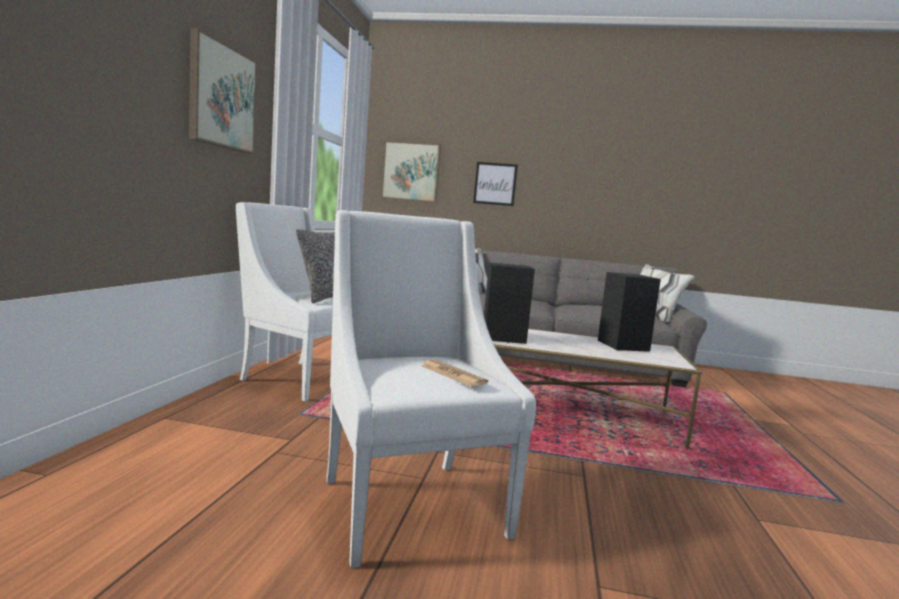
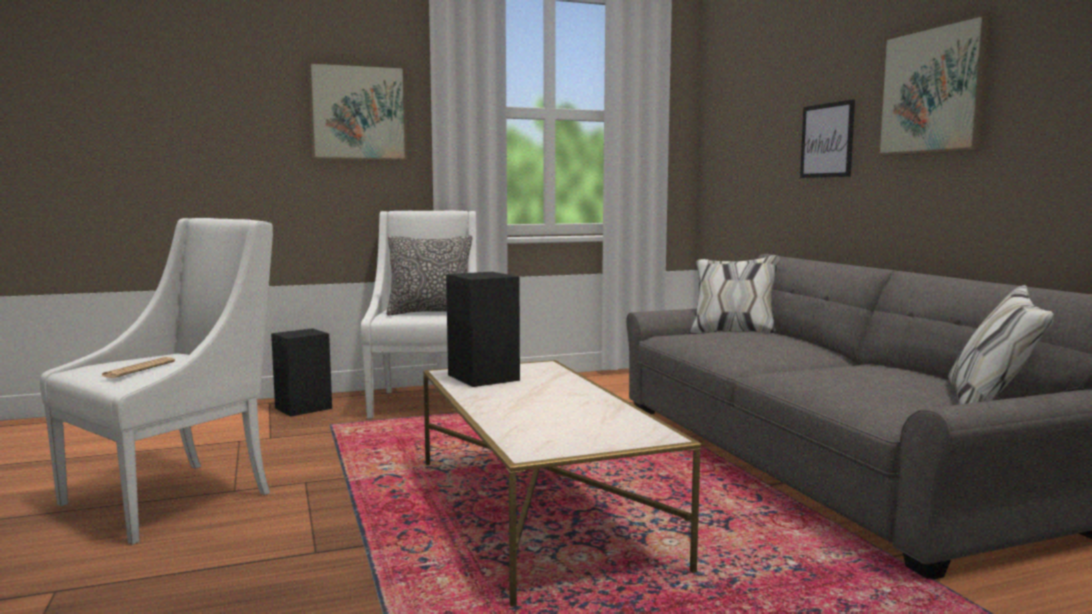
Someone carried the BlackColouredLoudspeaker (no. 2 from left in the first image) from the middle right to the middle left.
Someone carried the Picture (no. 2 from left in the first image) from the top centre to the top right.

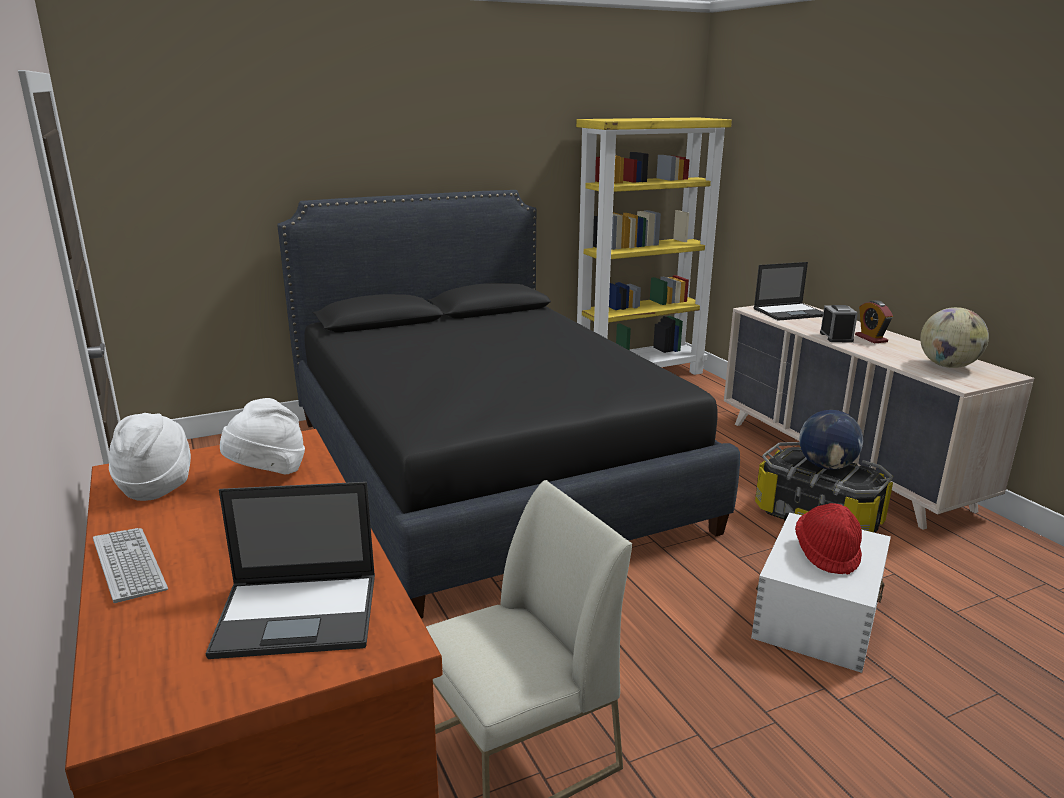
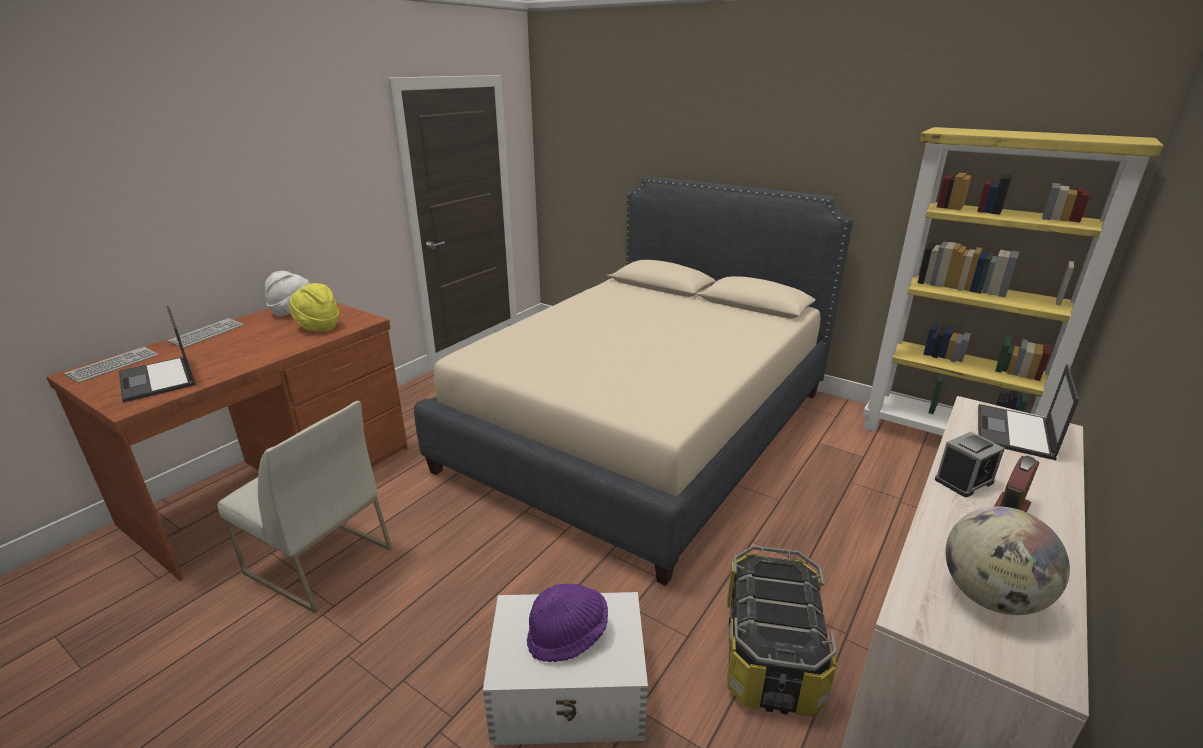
Someone put down the ComputerKeyboard (no. 1 from left) at the middle left.
Someone repainted the WhiteColouredClothingHat (no. 2 from left) at the middle left, which became the YellowClothingHat at the middle left.
Someone repainted the BlackColouredSleepingBed at the centre, which became the BeigeSleepingBed at the centre.
Someone repainted the RedColouredClothingHat at the bottom right, which became the PurpleClothingHat at the bottom centre.
Someone rotated the Laptop (no. 2 from left) at the middle right by 75 degrees clockwise.
Someone took away the DeskGlobe (no. 1 from left) at the middle right.

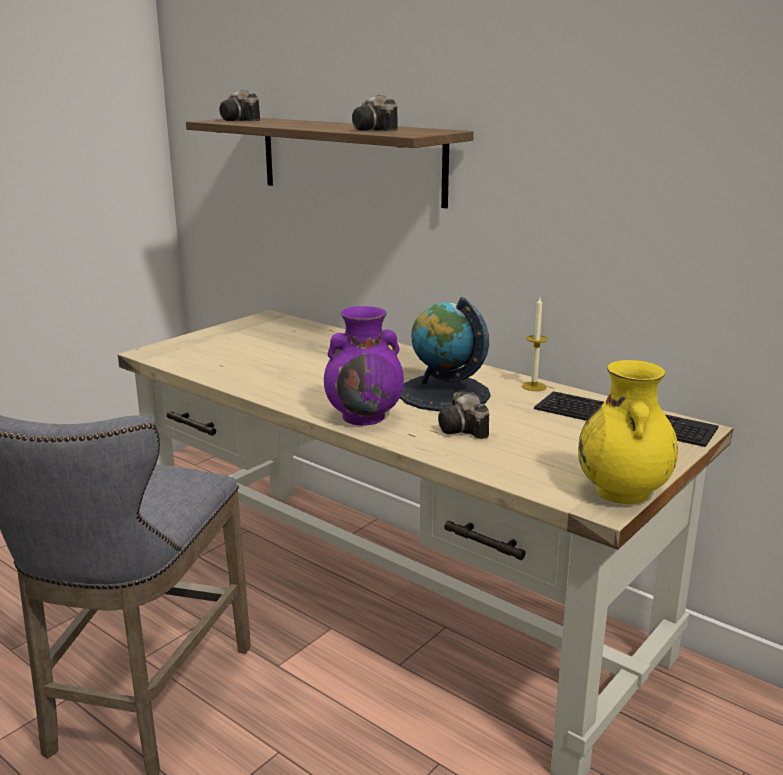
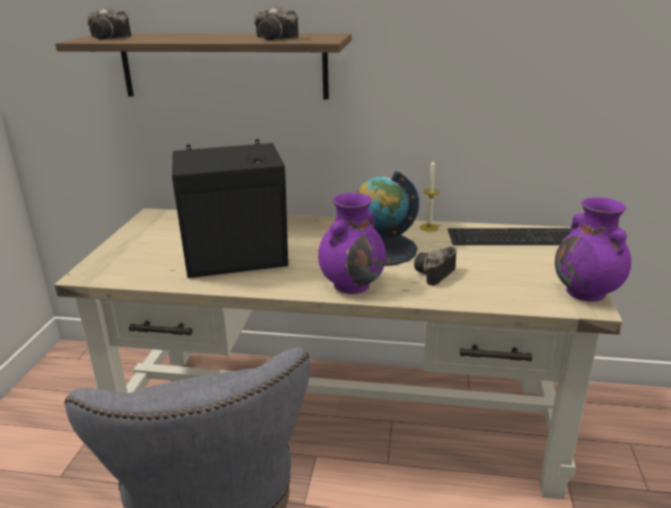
Someone put down the BlackColouredLoudspeaker at the centre.
Someone rotated the StillCamera (no. 3 from left) at the centre by 90 degrees clockwise.
Someone repainted the YellowVase at the middle right, which became the PurpleVase (no. 2 from left) at the middle right.

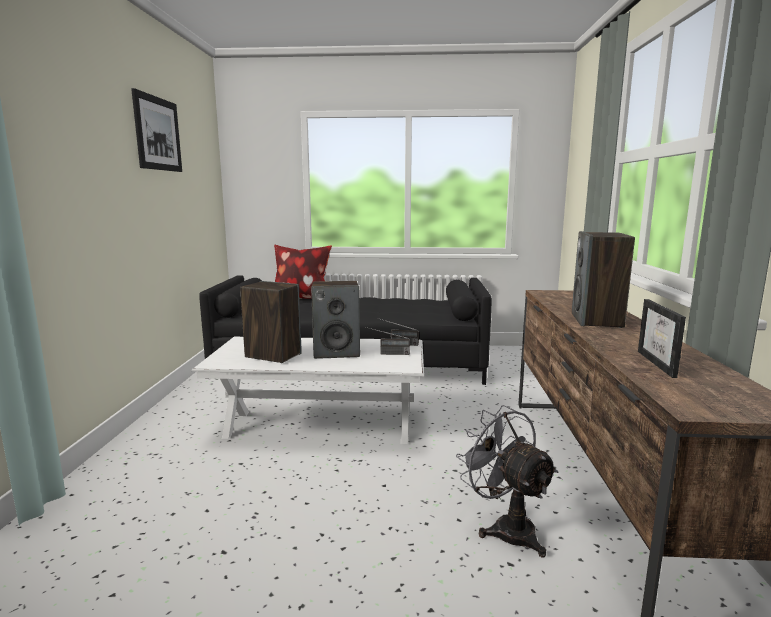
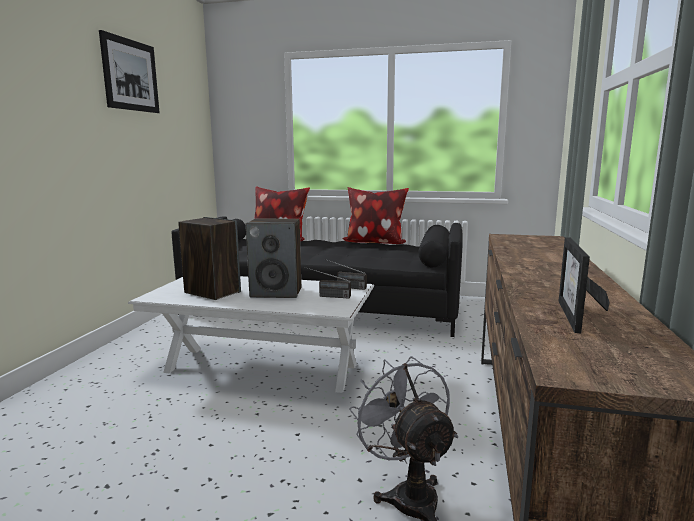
Someone put down the Pillow (no. 2 from left) at the centre.
Someone took away the Loudspeaker (no. 3 from left) at the middle right.

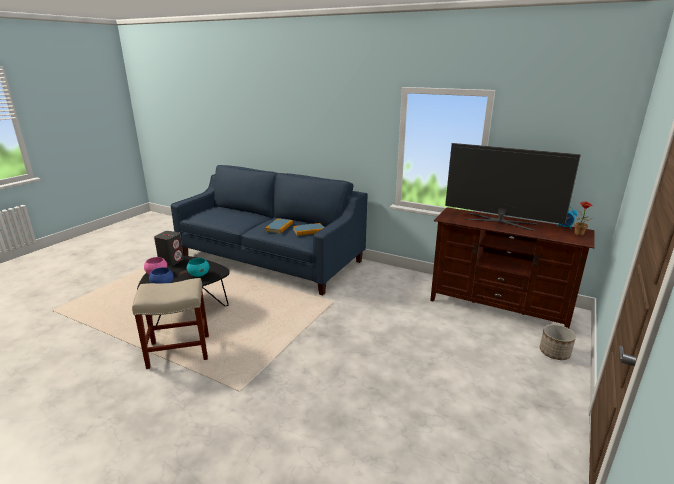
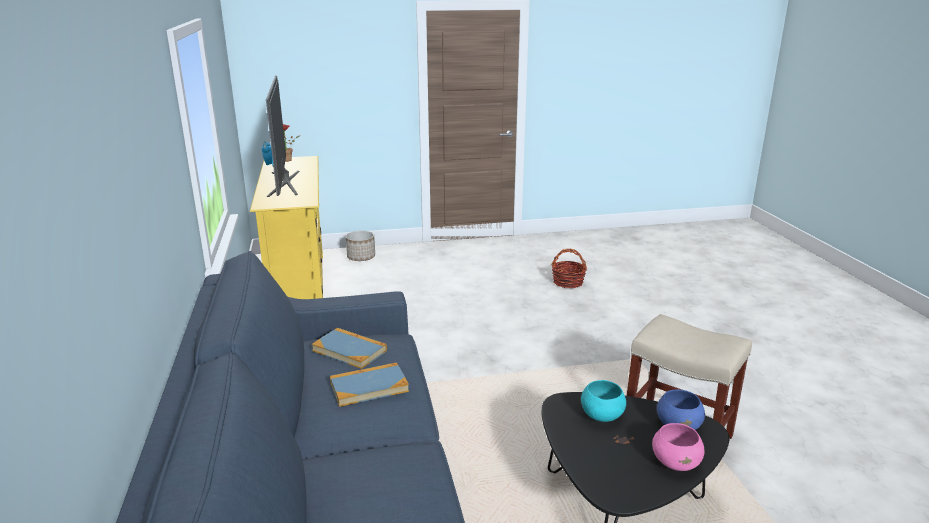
Someone repainted the BrownishMediaConsole at the middle right, which became the YellowMediaConsole at the middle left.
Someone put down the Basket at the centre.
Someone took away the GreyLoudspeaker at the middle left.

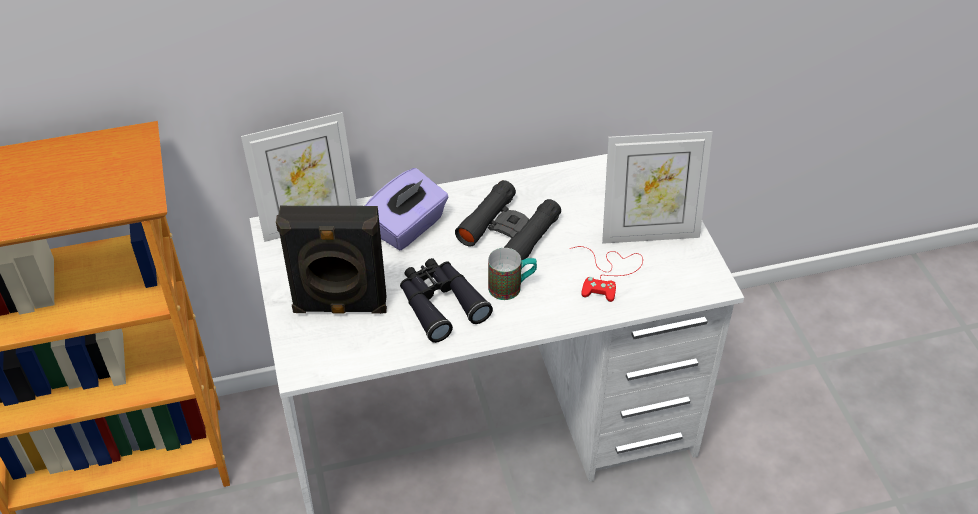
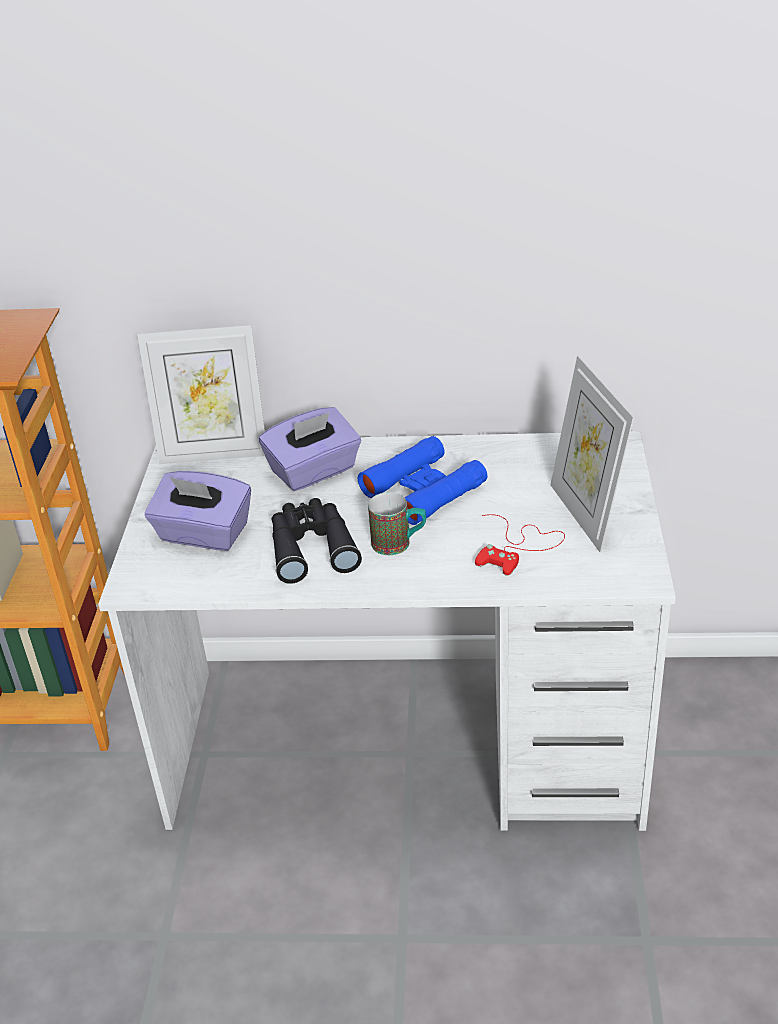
Someone swapped the BlackColouredLoudspeaker at the centre for the PurpleTissueBox (no. 1 from left) at the middle left.
Someone repainted the BlackColouredFieldGlasses (no. 2 from left) at the centre, which became the BluishFieldGlasses at the centre.
Someone rotated the PhotoFrame (no. 2 from left) at the middle right by 60 degrees clockwise.

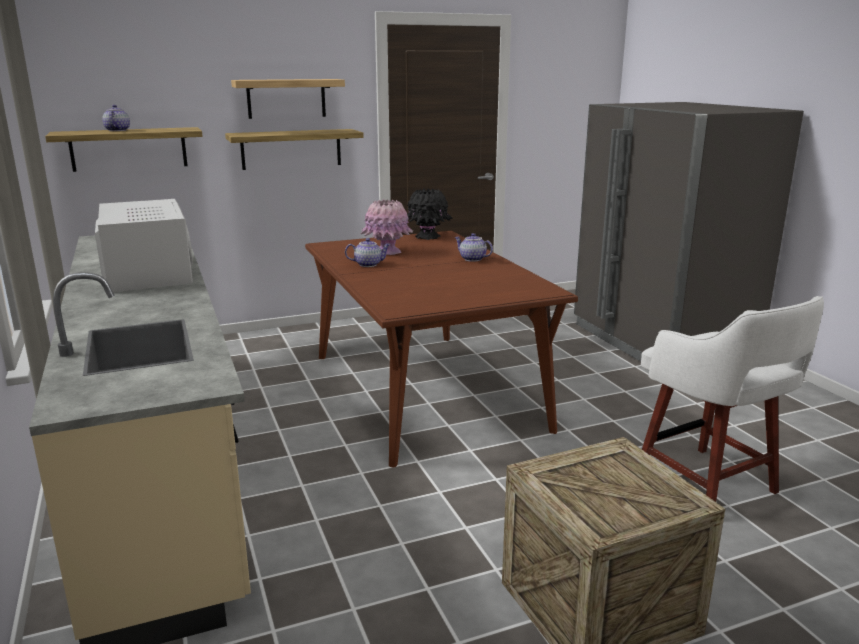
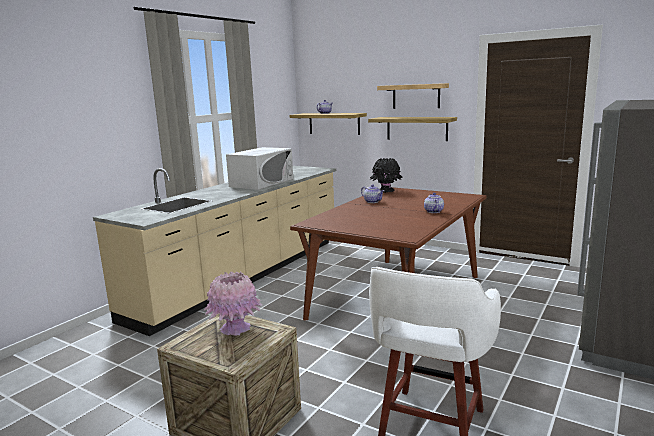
Someone carried the PinkColouredVase from the centre to the bottom centre.
Someone carried the BlackColouredVase from the top centre to the centre.

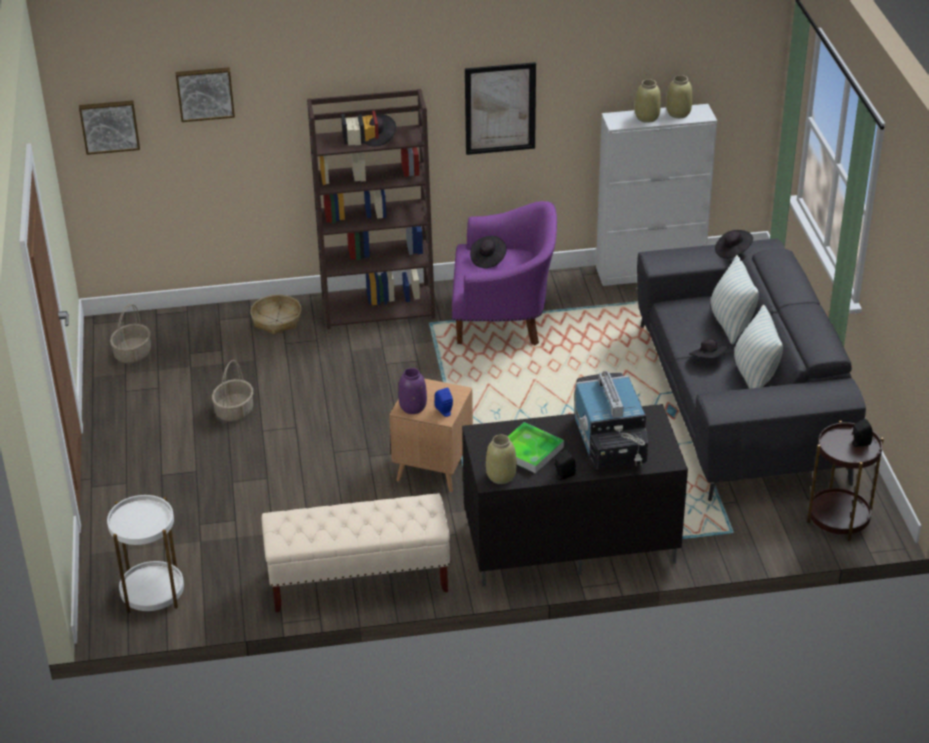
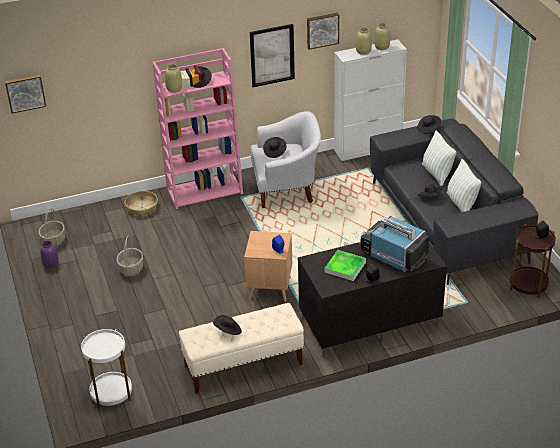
Someone carried the PurpleVase from the centre to the middle left.
Someone repainted the BrownishShelvingUnit at the top centre, which became the PinkColouredShelvingUnit at the top centre.
Someone carried the BeigeVase (no. 1 from left) from the centre to the top left.
Someone put down the BlackColouredClothingHat (no. 2 from left) at the bottom centre.
Someone repainted the PurpleLoungeChair at the centre, which became the WhiteColouredLoungeChair at the centre.
Someone carried the Picture (no. 2 from left in the first image) from the top left to the top centre.
Someone rotated the Tv at the centre by 150 degrees clockwise.

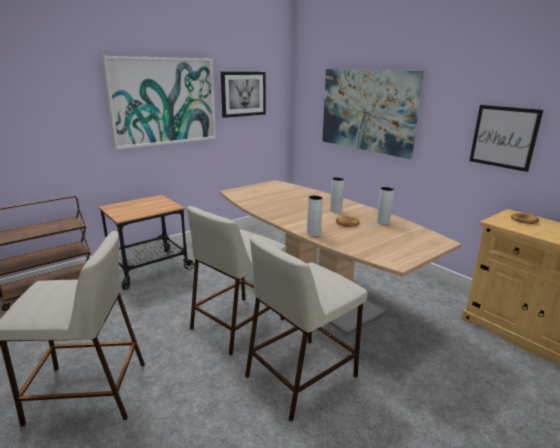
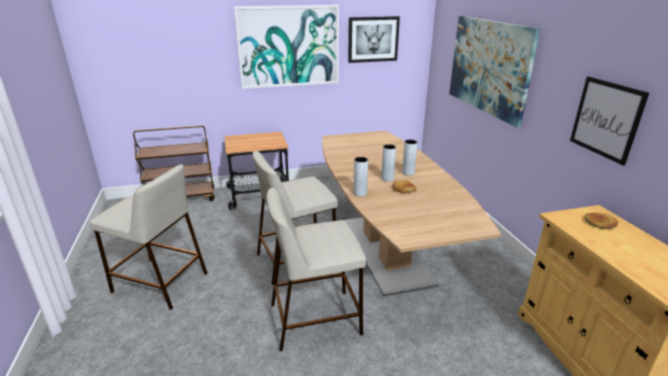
Someone carried the GreyVase (no. 3 from left in the first image) from the middle right to the centre.

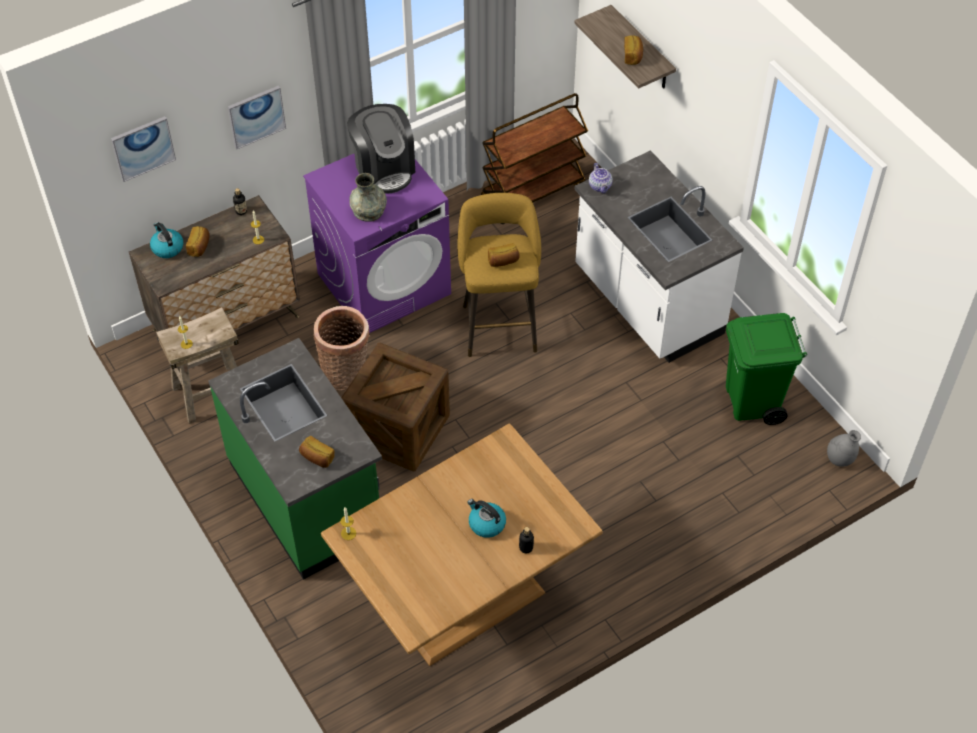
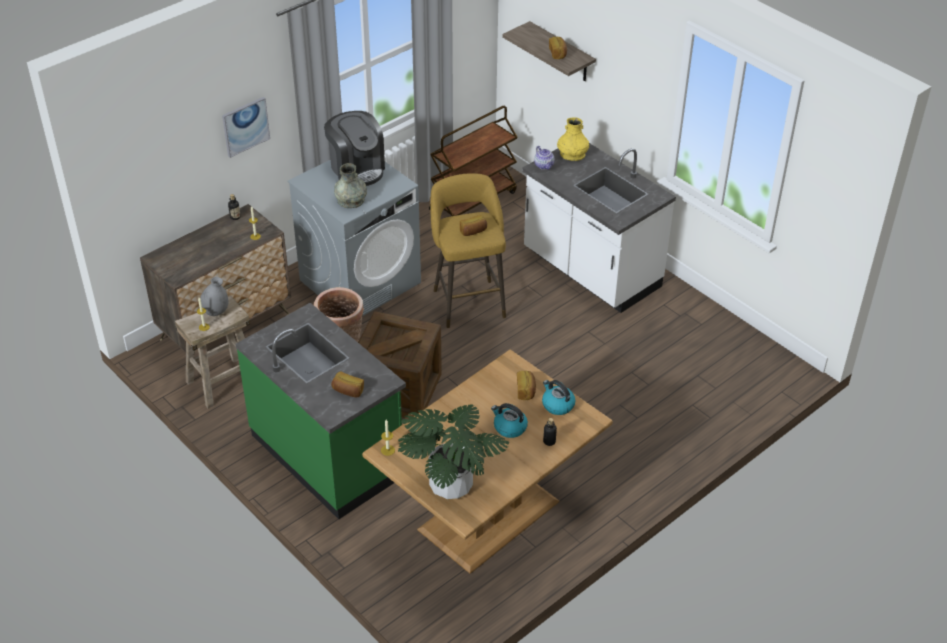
Someone carried the GreyVase (no. 2 from left in the first image) from the middle right to the middle left.
Someone repainted the PurpleLaundryAppliance at the top centre, which became the GreyLaundryAppliance at the centre.
Someone put down the PottedPlant at the bottom centre.
Someone carried the BakeryBread (no. 1 from left in the first image) from the top left to the centre.
Someone carried the TeaKettle (no. 1 from left in the first image) from the top left to the centre.
Someone put down the YellowVase at the top centre.
Someone took away the Picture (no. 1 from left) at the top left.
Someone took away the GreenishRubbishBin at the middle right.

